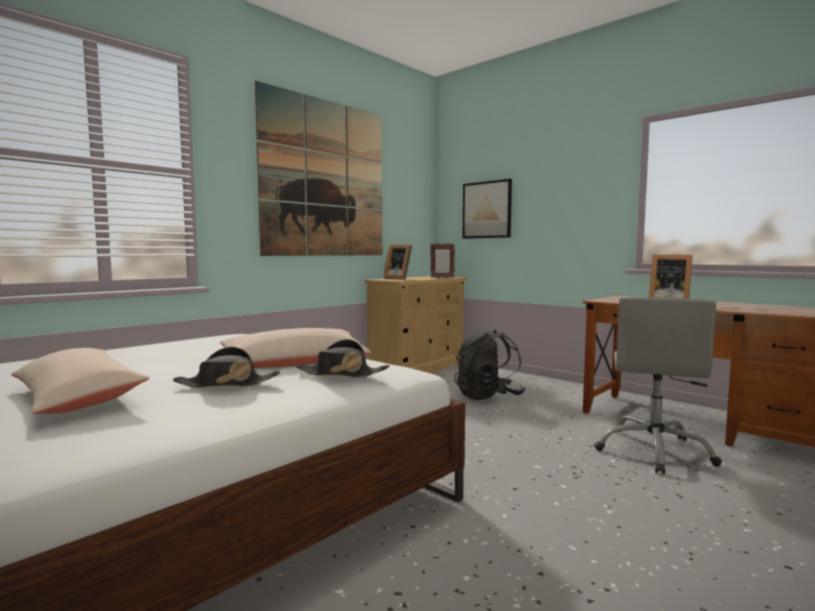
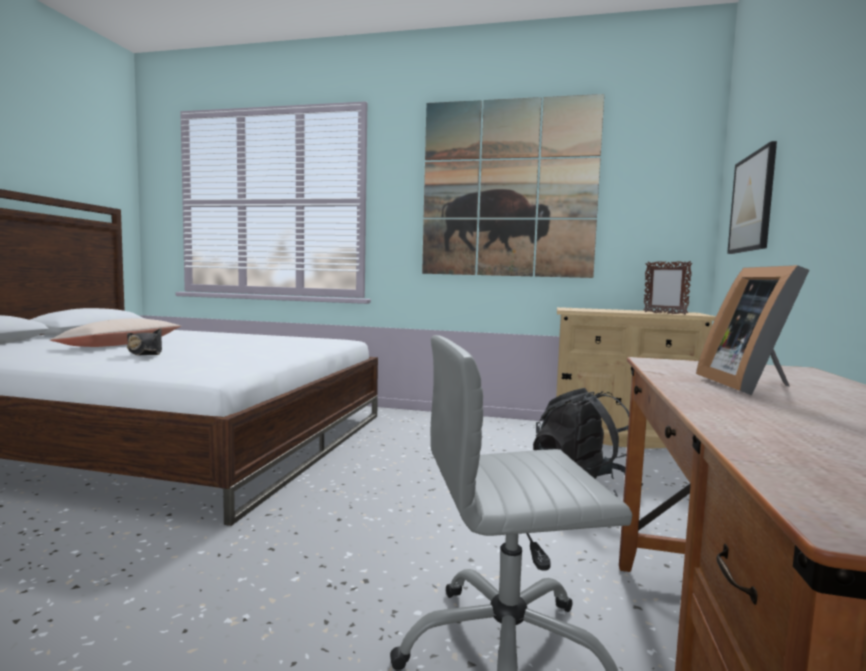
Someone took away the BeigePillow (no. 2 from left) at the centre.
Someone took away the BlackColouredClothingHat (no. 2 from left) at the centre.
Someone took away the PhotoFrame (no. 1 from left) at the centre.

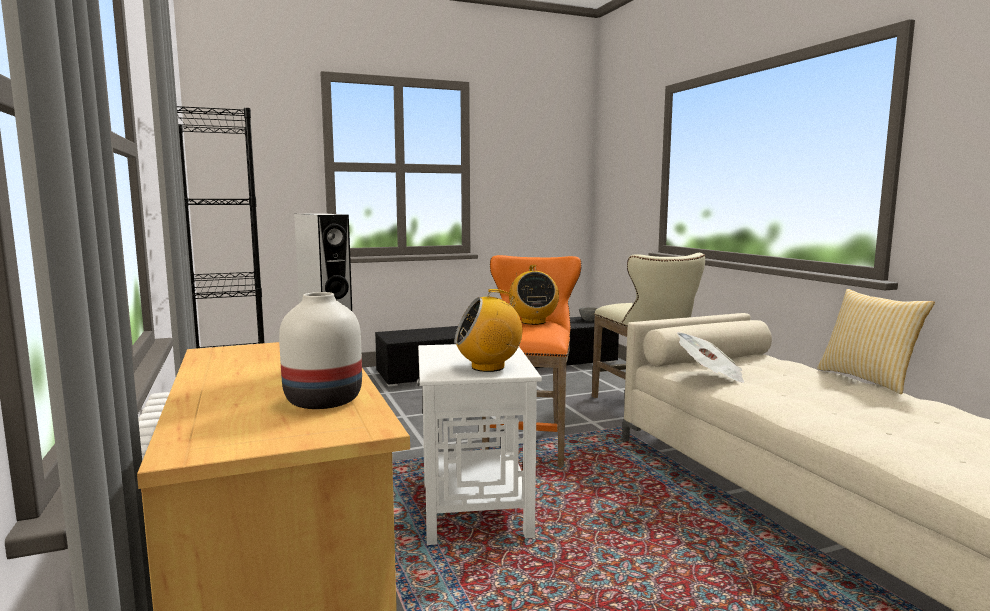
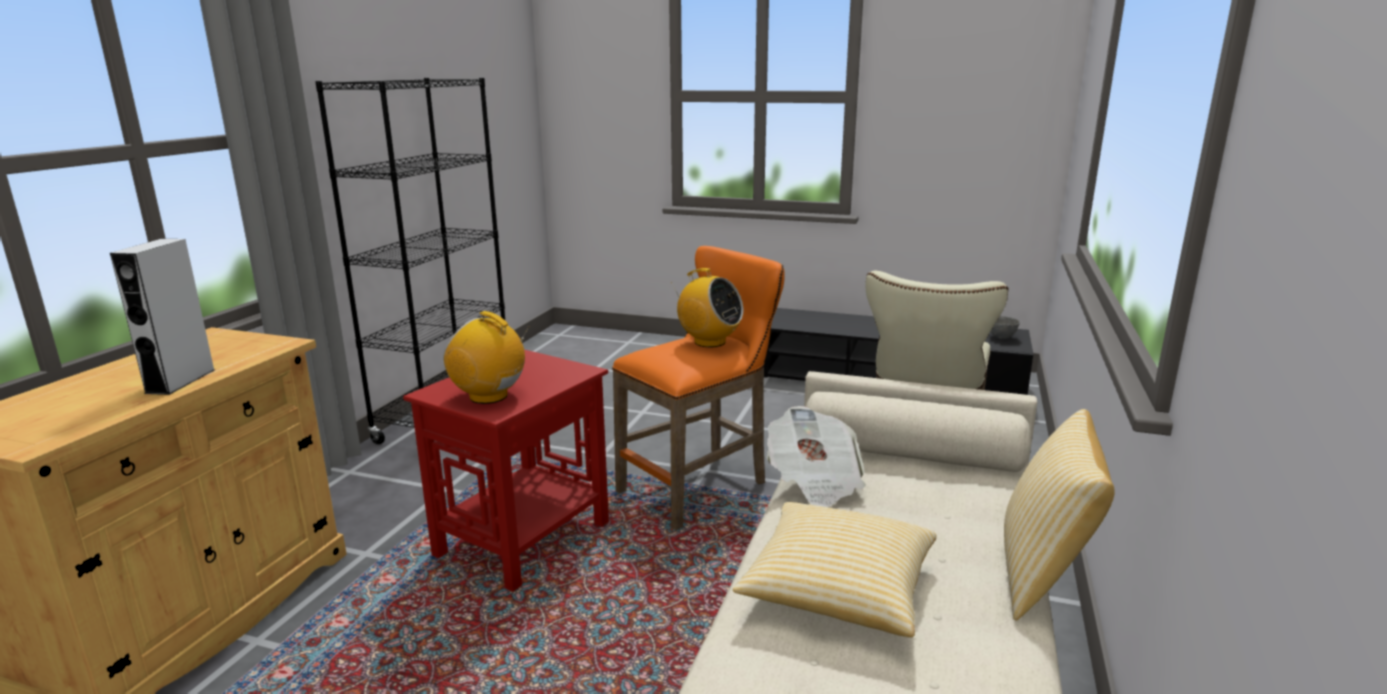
Someone repainted the WhiteColouredAccentTable at the bottom centre, which became the RedColouredAccentTable at the bottom centre.
Someone rotated the RadioReceiver (no. 2 from left) at the centre by 90 degrees counterclockwise.
Someone put down the Pillow (no. 1 from left) at the bottom centre.
Someone took away the WhiteColouredVase at the middle left.

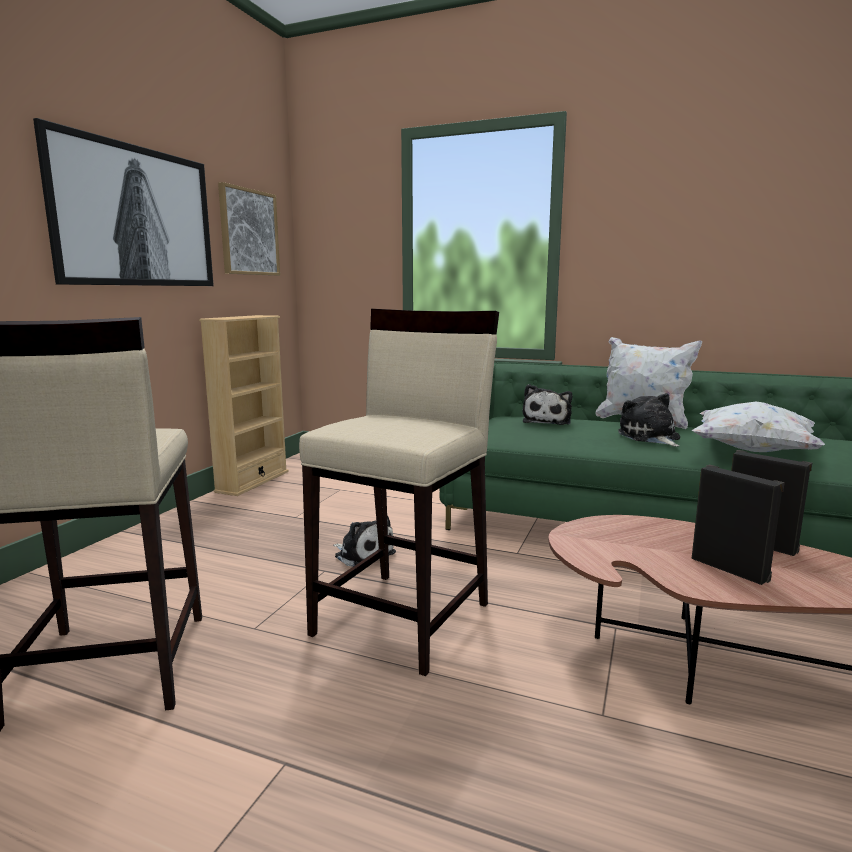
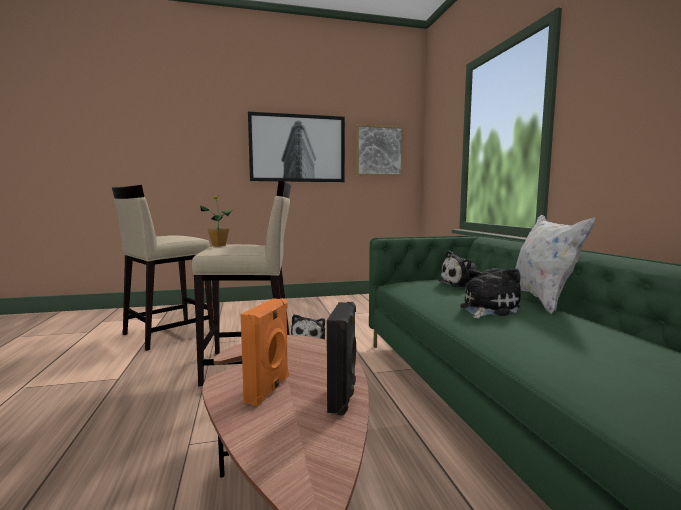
Someone put down the PottedPlant at the middle left.
Someone repainted the BlackColouredLoudspeaker (no. 1 from left) at the middle right, which became the OrangeLoudspeaker at the bottom centre.
Someone took away the BeigeShelvingUnit at the middle left.
Someone took away the WhiteColouredPillow (no. 2 from left) at the middle right.

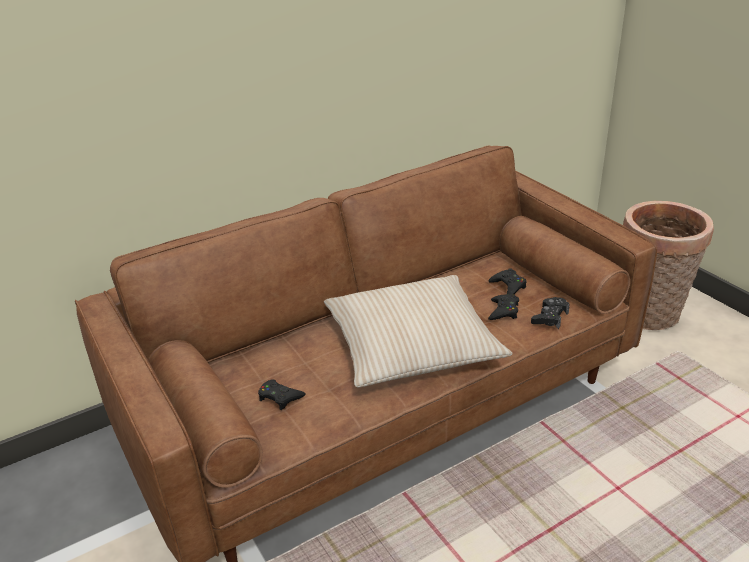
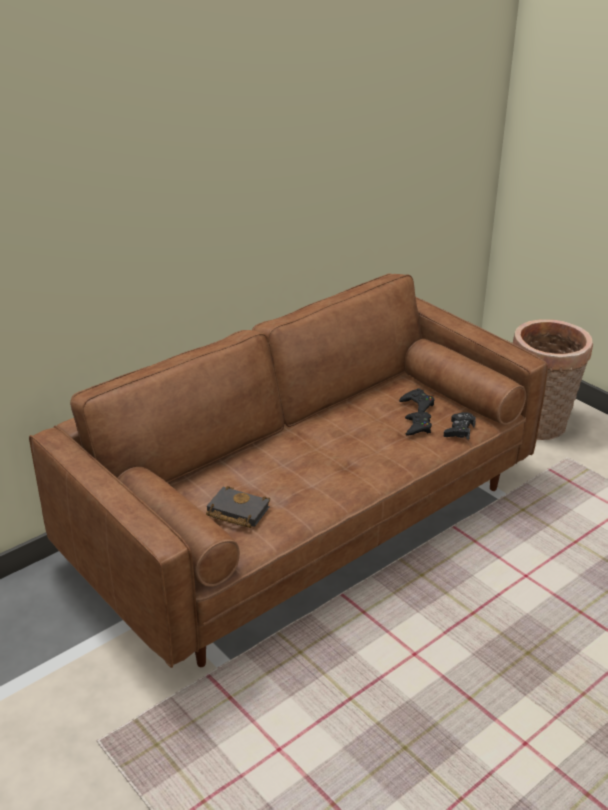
Someone swapped the BlackColouredGameController (no. 1 from left) at the bottom centre for the BlackColouredBoundBook at the centre.
Someone took away the BeigePillow at the centre.

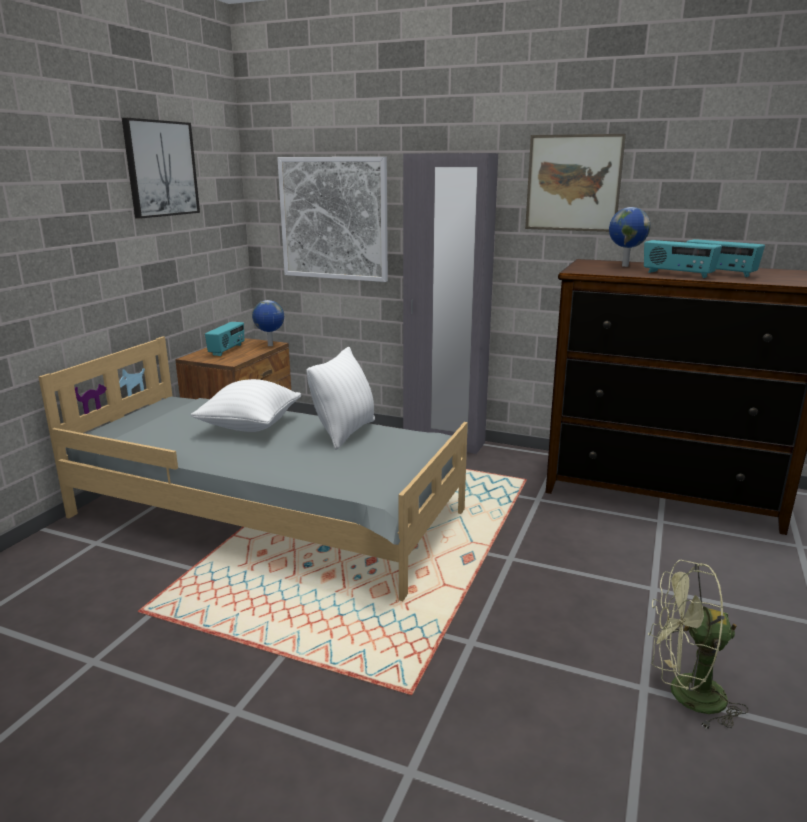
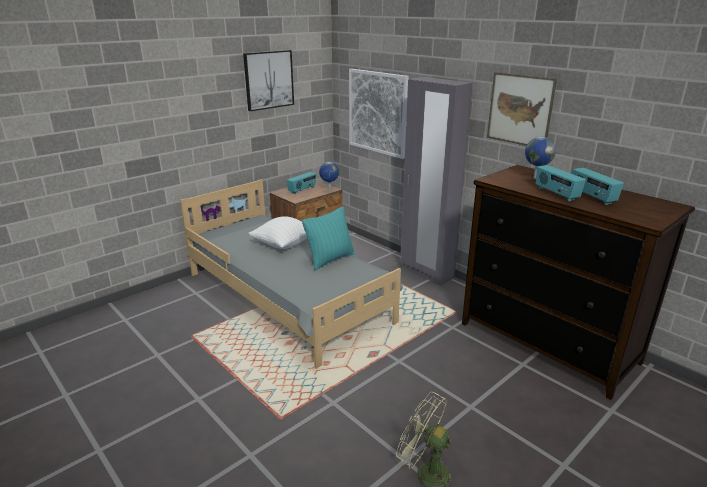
Someone repainted the WhiteColouredPillow (no. 2 from left) at the centre, which became the BlueGreenPillow at the centre.

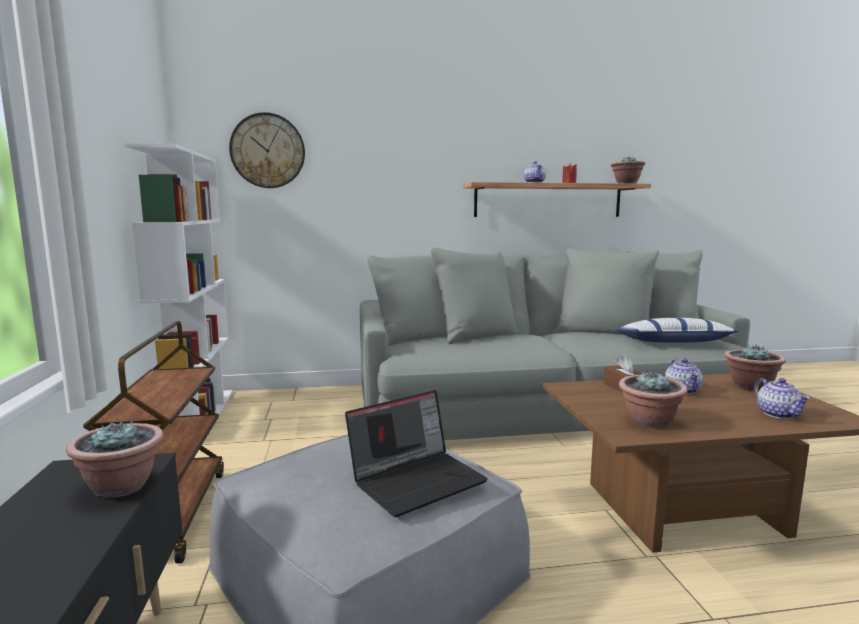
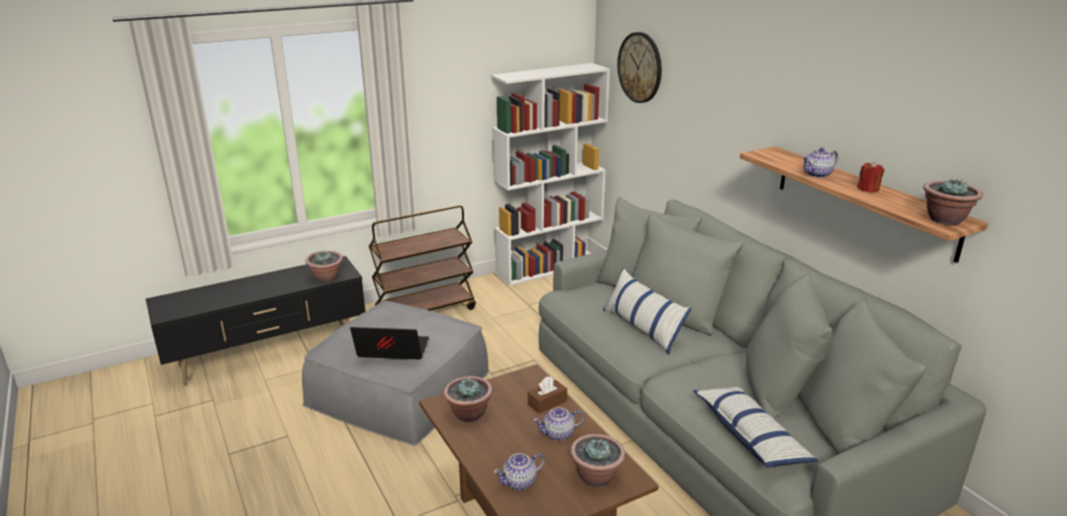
Someone rotated the Laptop at the bottom centre by 150 degrees clockwise.
Someone put down the Pillow (no. 1 from left) at the centre.

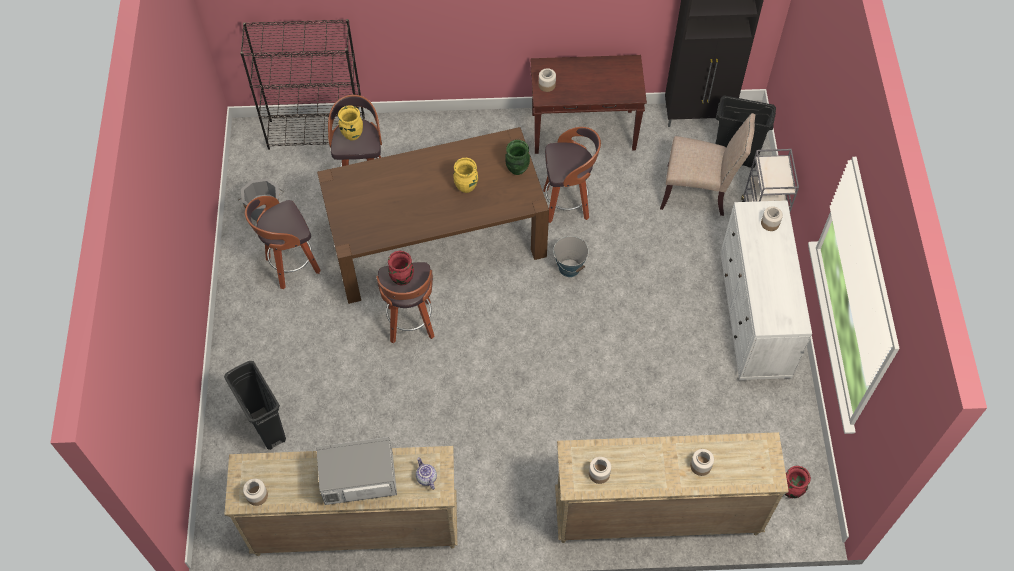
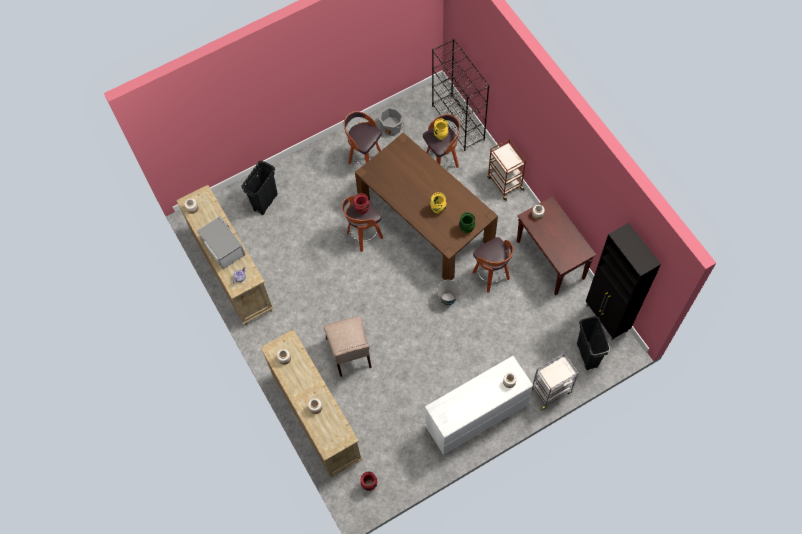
Someone carried the BeigePlainChair from the top right to the centre.
Someone put down the BrownishWheeledCart at the top centre.

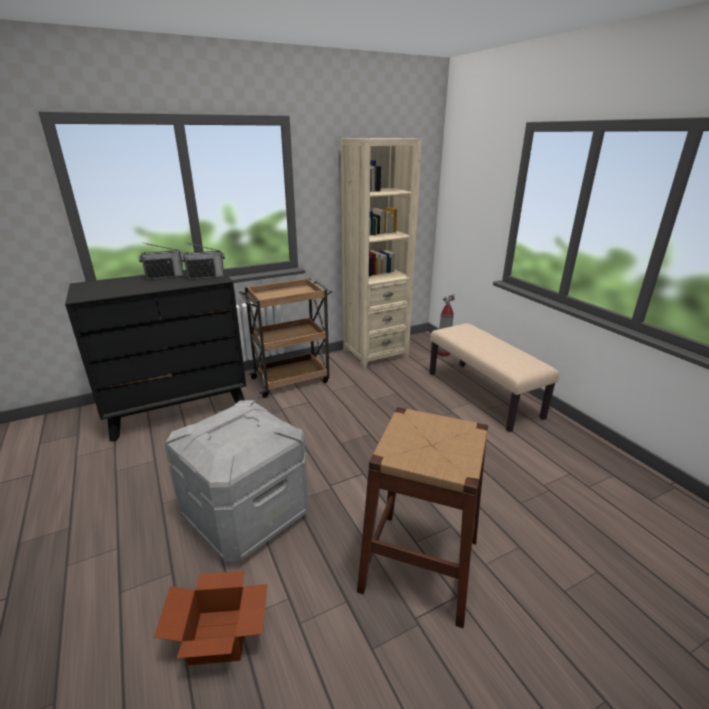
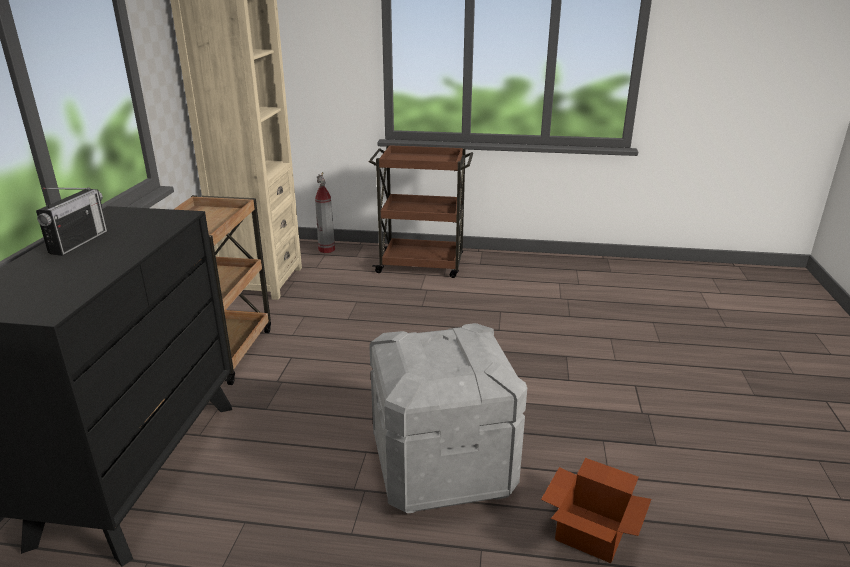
Someone swapped the BeigeBench at the middle right for the BrownishWheeledCart (no. 2 from left) at the centre.
Someone took away the RadioReceiver (no. 2 from left) at the middle left.
Someone took away the BrownishStool at the bottom centre.

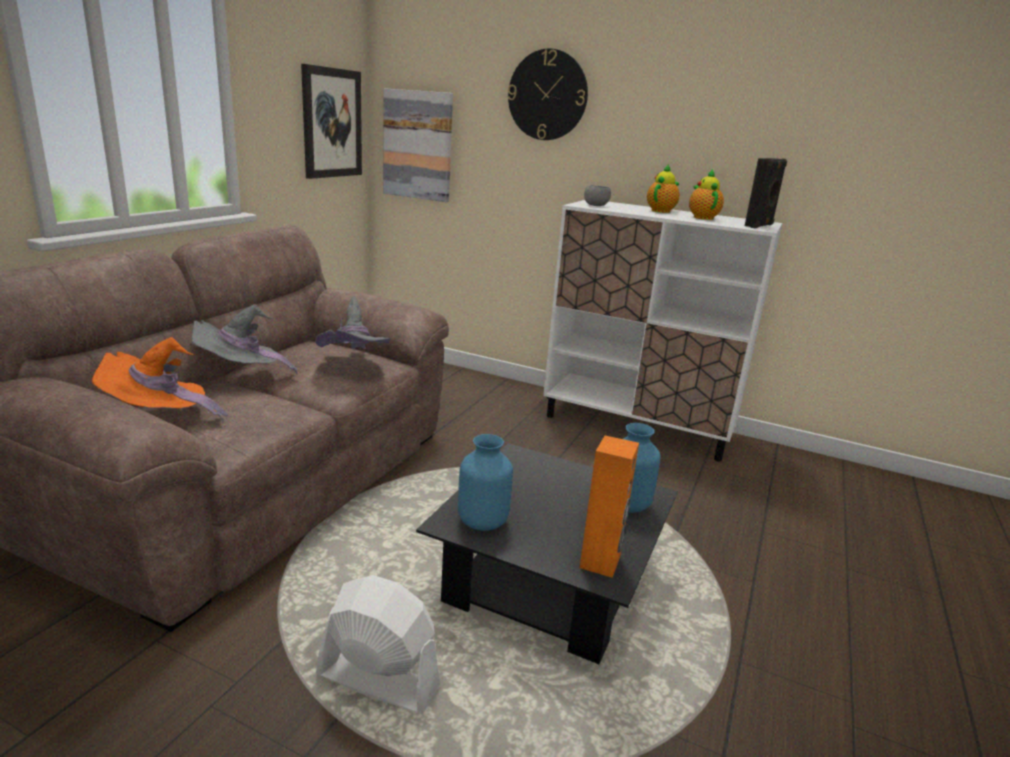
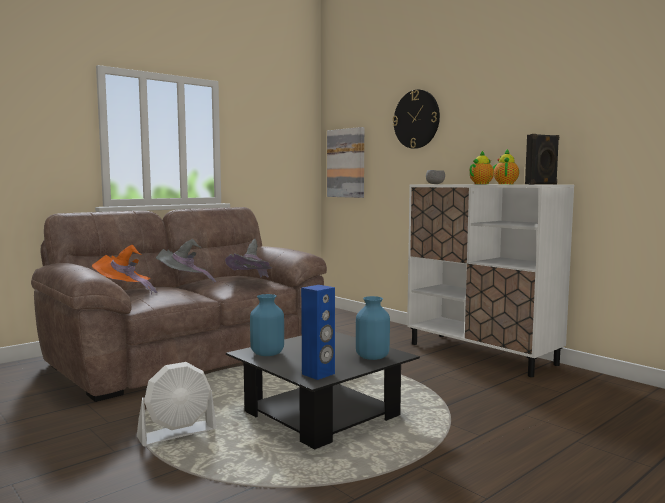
Someone rotated the WhiteColouredCoolingFan at the bottom centre by 105 degrees clockwise.
Someone repainted the OrangeLoudspeaker at the bottom centre, which became the BluishLoudspeaker at the centre.
Someone took away the Picture (no. 1 from left) at the top left.

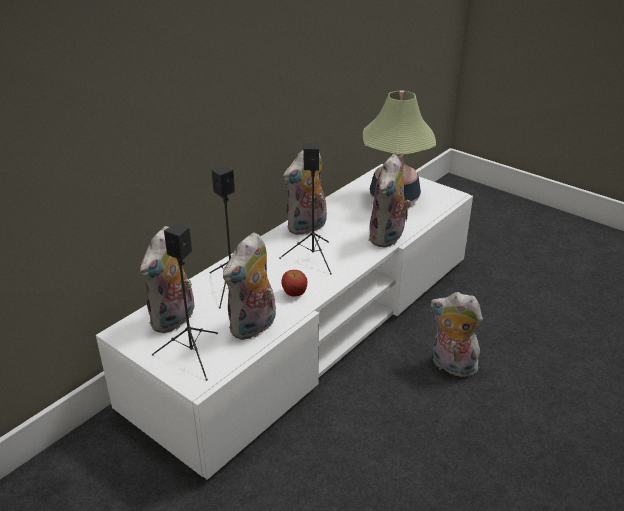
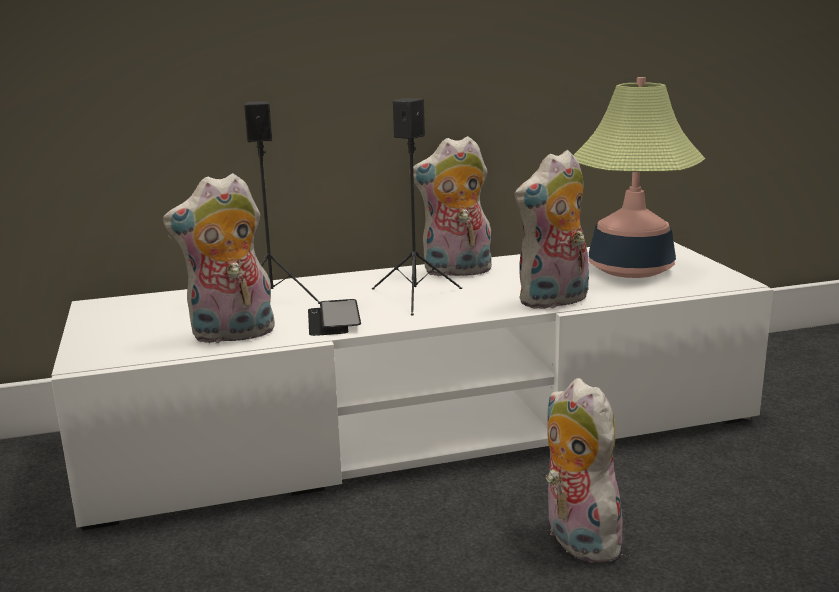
Someone swapped the WholeApple at the centre for the Telephone at the centre.
Someone took away the CuddlyToy (no. 1 from left) at the middle left.
Someone took away the BlackColouredLoudspeaker (no. 1 from left) at the middle left.

